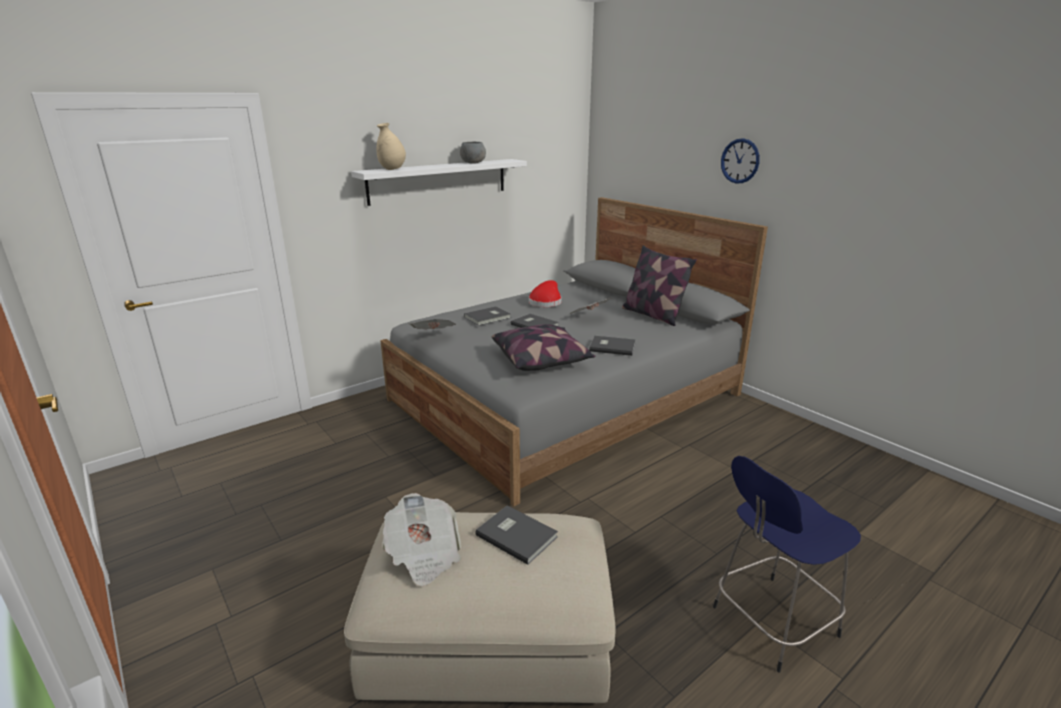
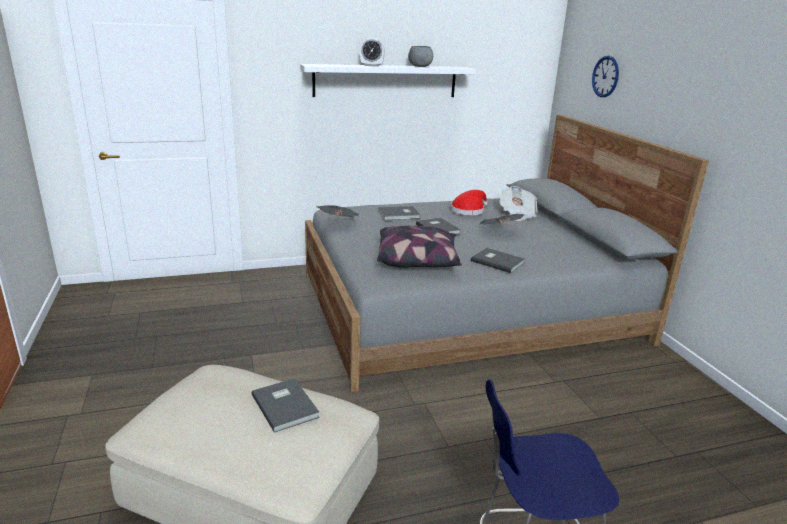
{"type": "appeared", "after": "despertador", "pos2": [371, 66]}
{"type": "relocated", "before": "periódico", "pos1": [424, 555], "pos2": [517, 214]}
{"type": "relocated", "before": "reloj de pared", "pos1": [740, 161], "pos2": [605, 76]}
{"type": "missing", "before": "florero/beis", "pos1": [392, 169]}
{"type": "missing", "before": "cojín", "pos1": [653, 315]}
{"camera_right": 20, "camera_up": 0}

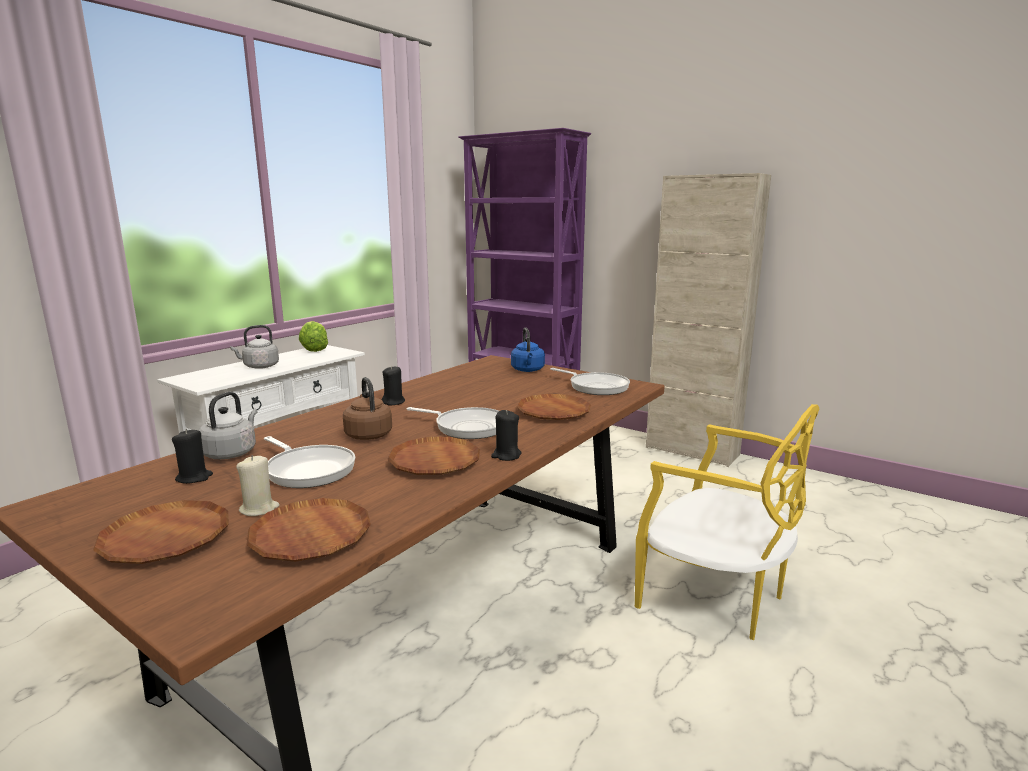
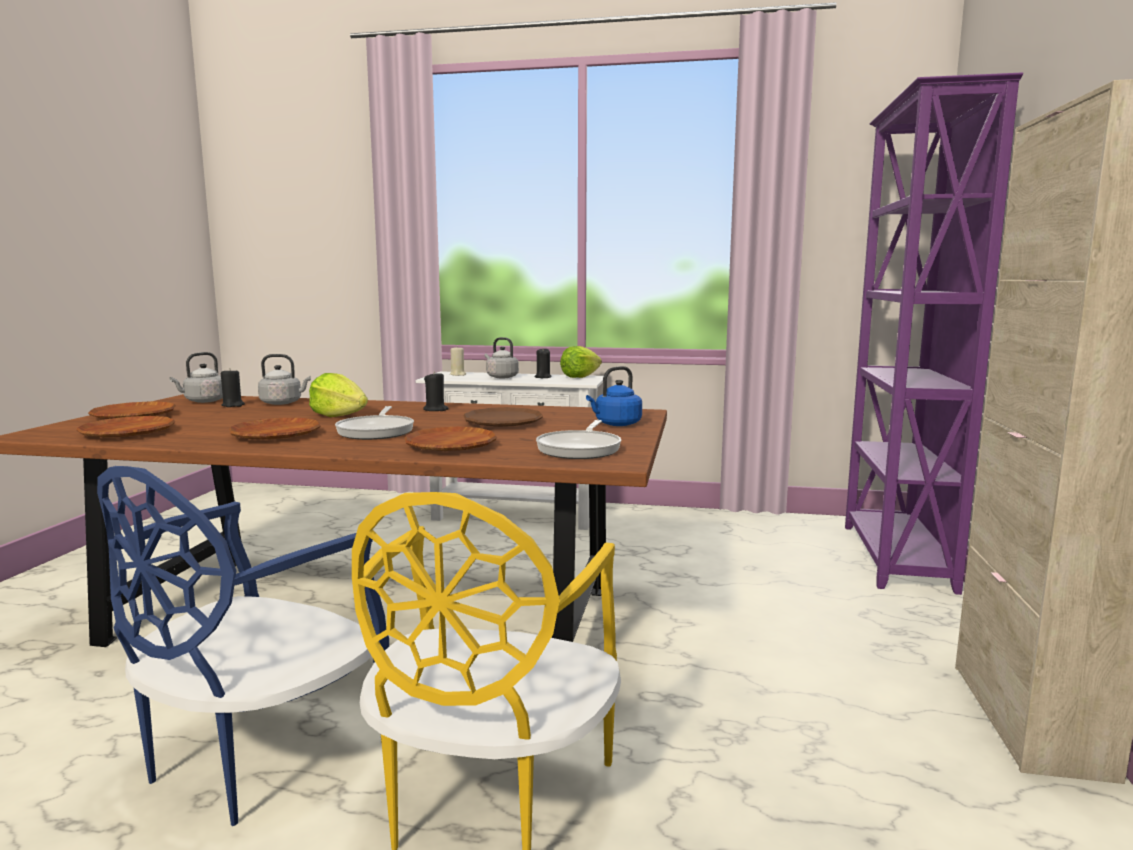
{"type": "appeared", "after": "silla/azul", "pos2": [257, 756]}
{"type": "appeared", "after": "hervidor/gris", "pos2": [203, 401]}
{"type": "exchanged", "before": "hervidor/marrón", "after": "lechuga", "pos1": [368, 434], "pos2": [339, 416]}
{"type": "relocated", "before": "vela/beis", "pos1": [259, 509], "pos2": [458, 374]}
{"type": "appeared", "after": "plato/marrón", "pos2": [503, 423]}
{"type": "relocated", "before": "vela/negro", "pos1": [506, 455], "pos2": [542, 377]}
{"type": "missing", "before": "sartén", "pos1": [308, 470]}
{"camera_right": 65, "camera_up": -5}

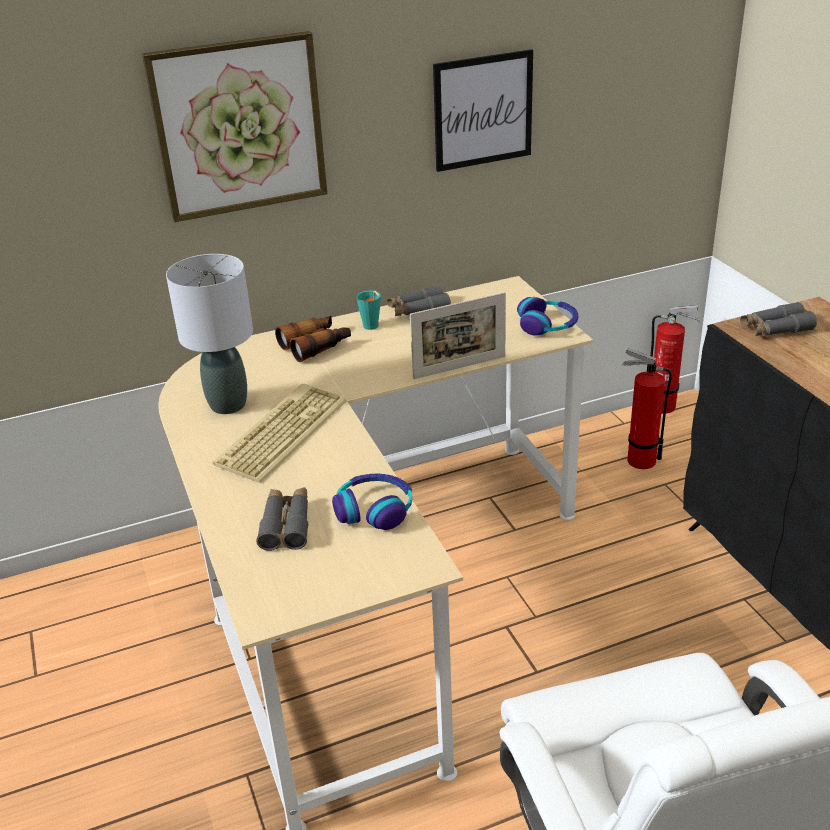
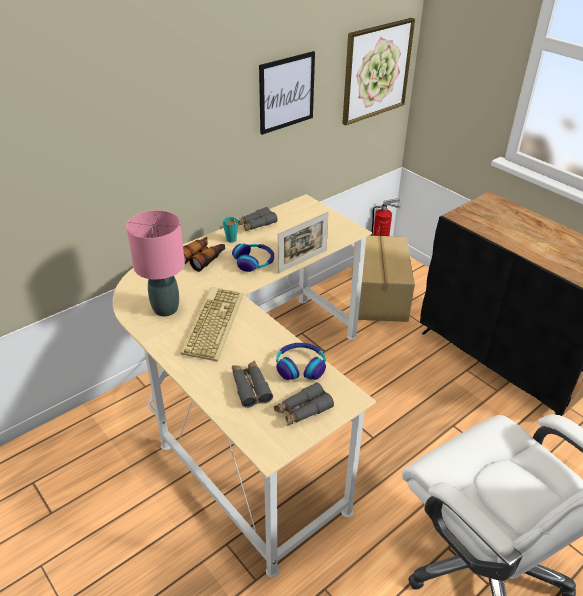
{"type": "colour", "before": "lámpara de mesa/gris", "after": "lámpara de mesa/rosa", "pos1": [228, 405], "pos2": [166, 309]}
{"type": "relocated", "before": "auriculares", "pos1": [547, 325], "pos2": [254, 262]}
{"type": "relocated", "before": "prismáticos/gris", "pos1": [775, 329], "pos2": [303, 410]}
{"type": "relocated", "before": "cuadro", "pos1": [239, 126], "pos2": [376, 71]}
{"type": "exchanged", "before": "extintor", "after": "caja de cartón", "pos1": [637, 460], "pos2": [377, 295]}
{"camera_right": -20, "camera_up": 5}

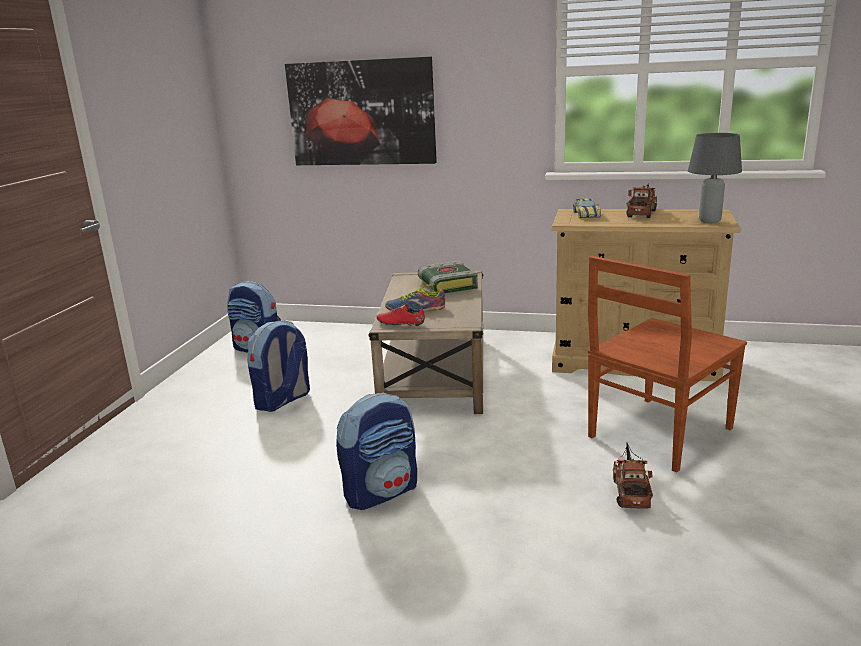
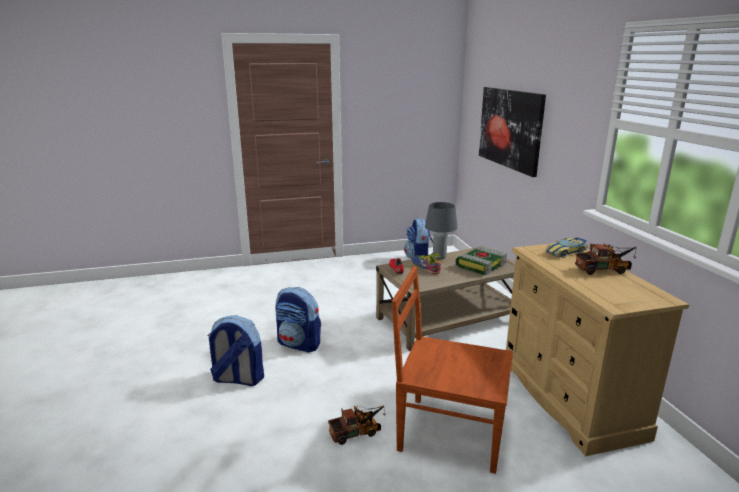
{"type": "relocated", "before": "mochila", "pos1": [283, 400], "pos2": [237, 379]}
{"type": "relocated", "before": "lámpara de mesa/gris", "pos1": [709, 221], "pos2": [439, 257]}
{"camera_right": 60, "camera_up": 0}

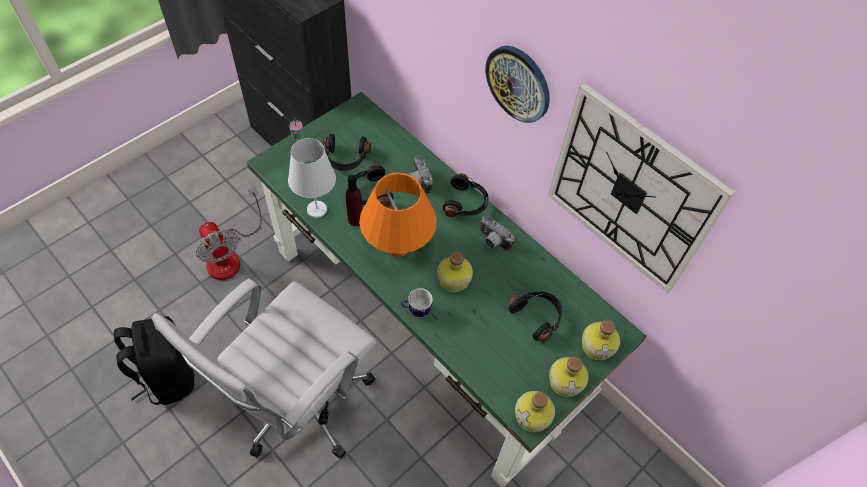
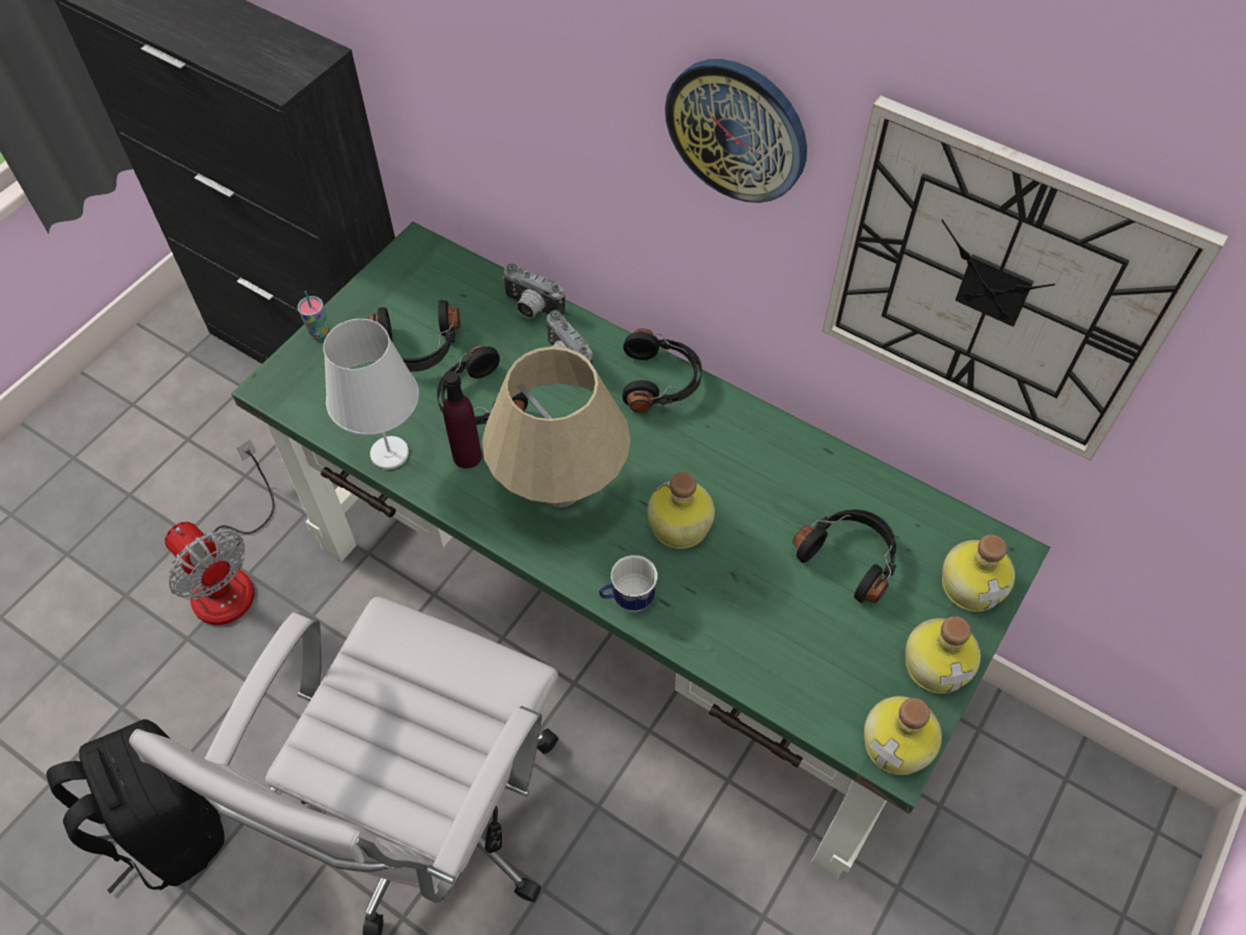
{"type": "colour", "before": "lámpara de mesa/naranja", "after": "lámpara de mesa/beis", "pos1": [398, 247], "pos2": [560, 490]}
{"type": "relocated", "before": "cámara", "pos1": [492, 241], "pos2": [531, 309]}
{"camera_right": -10, "camera_up": 0}

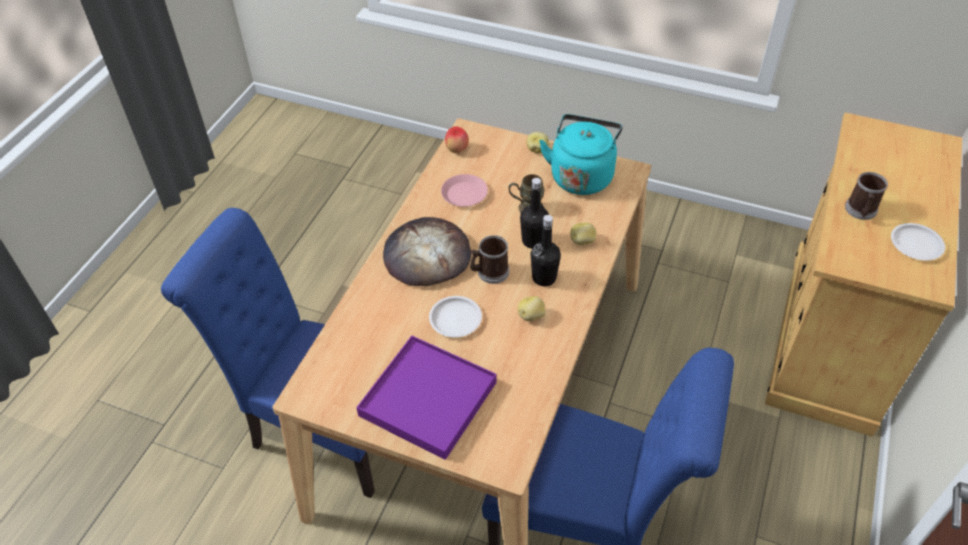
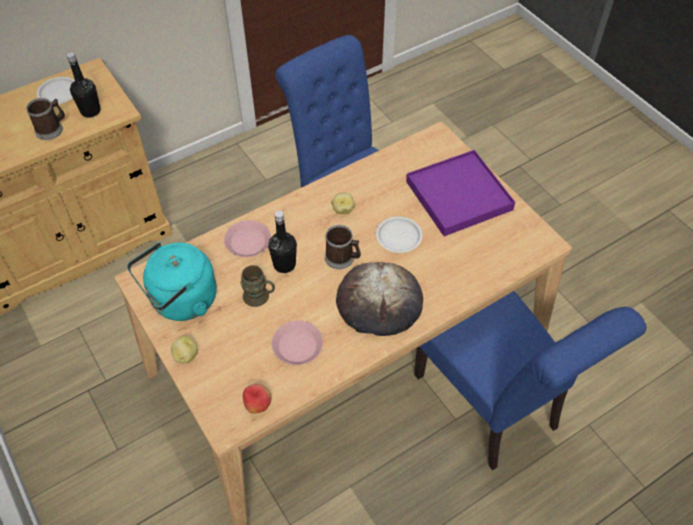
{"type": "relocated", "before": "botella/negro", "pos1": [544, 278], "pos2": [90, 111]}
{"type": "exchanged", "before": "patata", "after": "plato/rosa", "pos1": [583, 241], "pos2": [248, 242]}
{"camera_right": -145, "camera_up": 5}

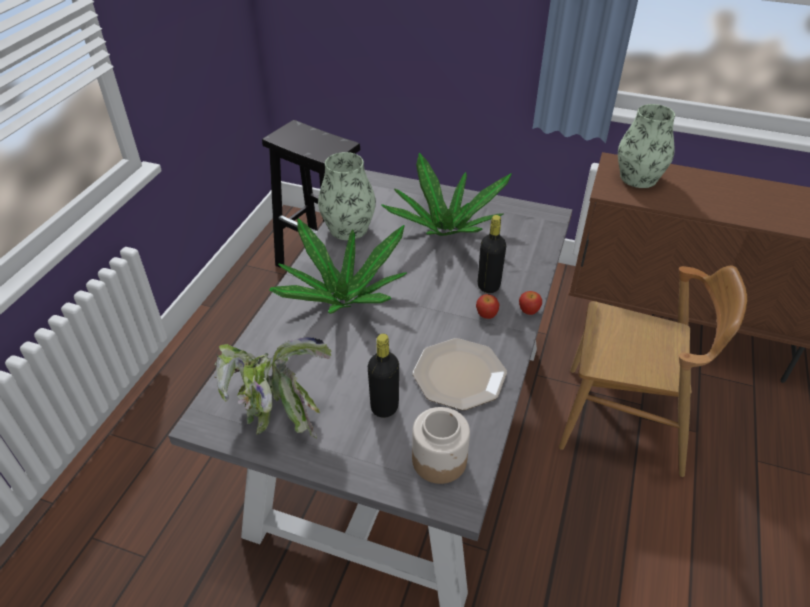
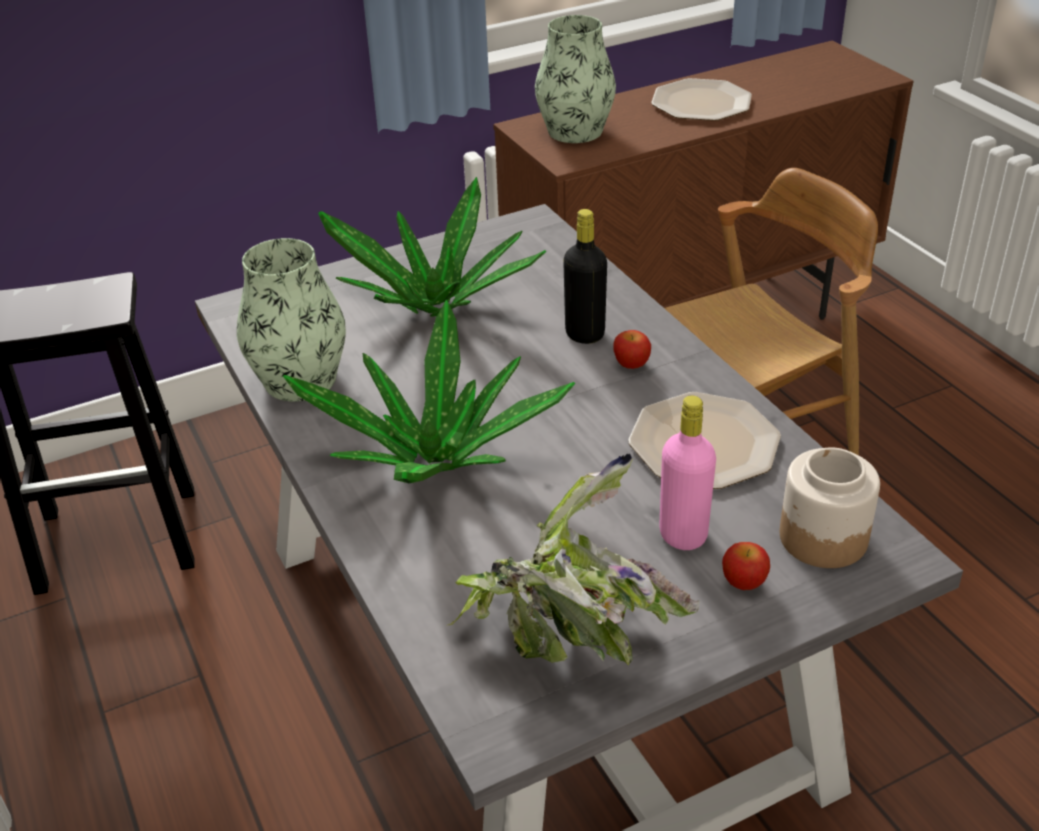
{"type": "appeared", "after": "plato", "pos2": [702, 102]}
{"type": "colour", "before": "botella/negro", "after": "botella/rosa", "pos1": [384, 407], "pos2": [683, 535]}
{"type": "relocated", "before": "manzana", "pos1": [529, 311], "pos2": [744, 582]}
{"camera_right": -45, "camera_up": -5}

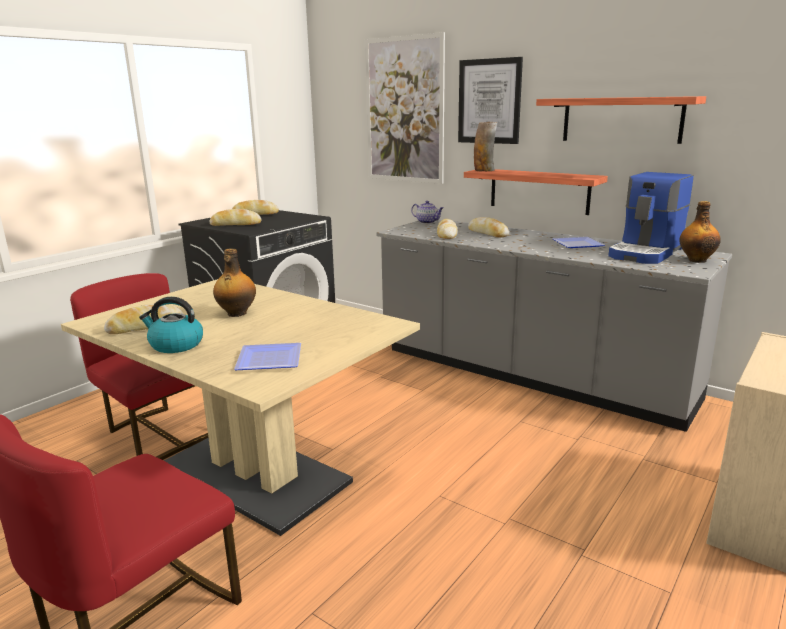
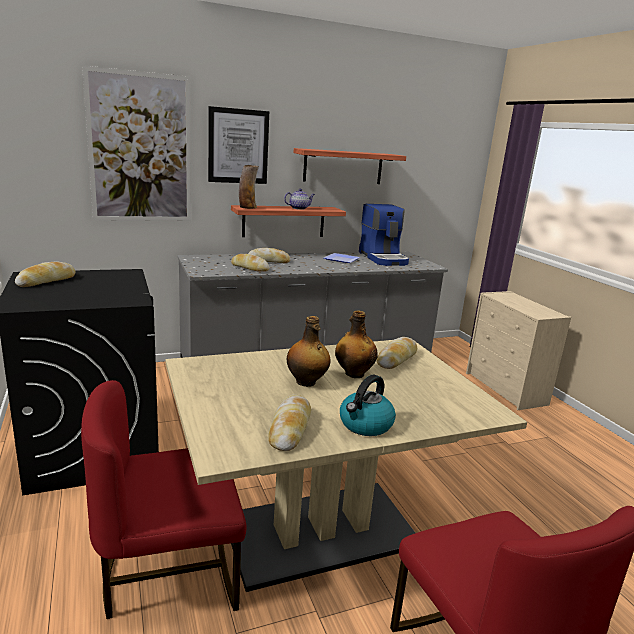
{"type": "relocated", "before": "tetera", "pos1": [427, 222], "pos2": [299, 208]}
{"type": "relocated", "before": "botella", "pos1": [696, 260], "pos2": [353, 374]}
{"type": "relocated", "before": "pan", "pos1": [235, 224], "pos2": [396, 358]}
{"type": "missing", "before": "plato", "pos1": [271, 360]}
{"camera_right": -60, "camera_up": 0}

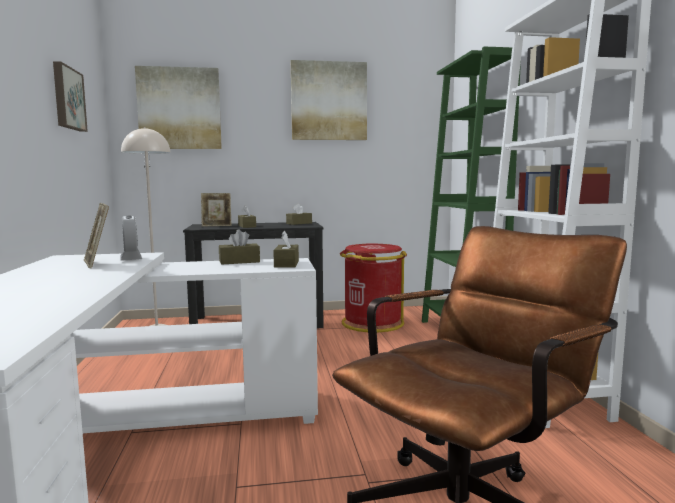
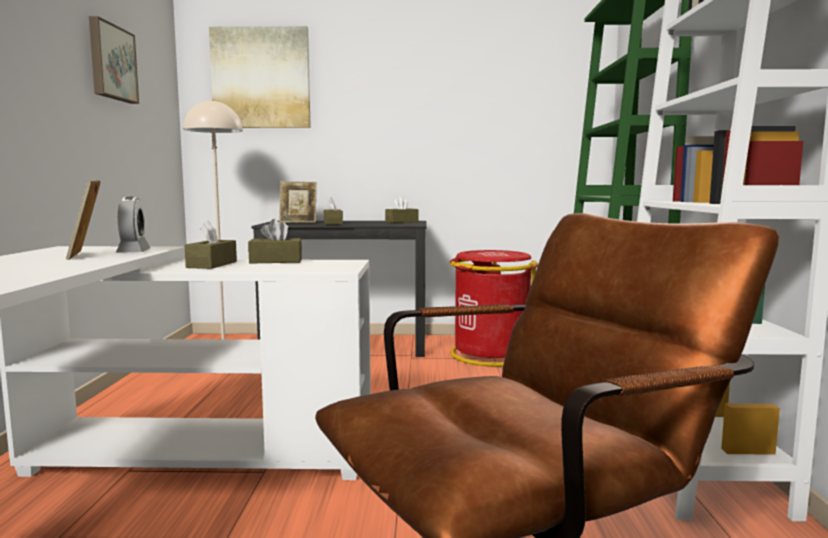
{"type": "relocated", "before": "caja de pañuelos/marrón", "pos1": [286, 264], "pos2": [212, 264]}
{"type": "missing", "before": "cuadro", "pos1": [329, 101]}
{"camera_right": 10, "camera_up": 0}

